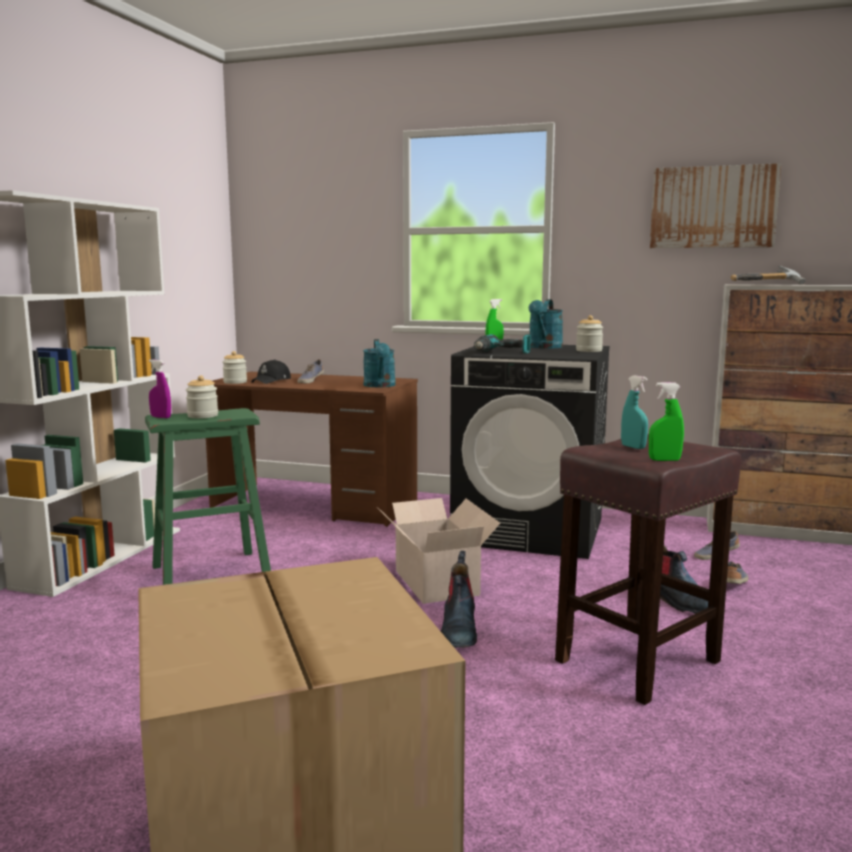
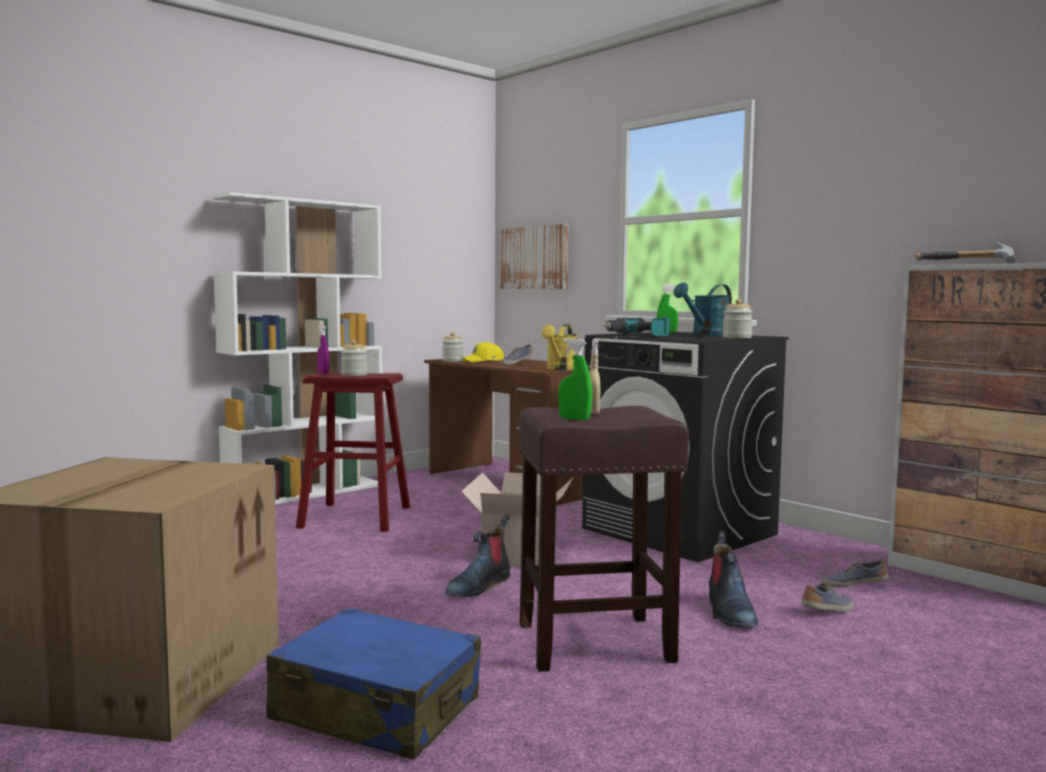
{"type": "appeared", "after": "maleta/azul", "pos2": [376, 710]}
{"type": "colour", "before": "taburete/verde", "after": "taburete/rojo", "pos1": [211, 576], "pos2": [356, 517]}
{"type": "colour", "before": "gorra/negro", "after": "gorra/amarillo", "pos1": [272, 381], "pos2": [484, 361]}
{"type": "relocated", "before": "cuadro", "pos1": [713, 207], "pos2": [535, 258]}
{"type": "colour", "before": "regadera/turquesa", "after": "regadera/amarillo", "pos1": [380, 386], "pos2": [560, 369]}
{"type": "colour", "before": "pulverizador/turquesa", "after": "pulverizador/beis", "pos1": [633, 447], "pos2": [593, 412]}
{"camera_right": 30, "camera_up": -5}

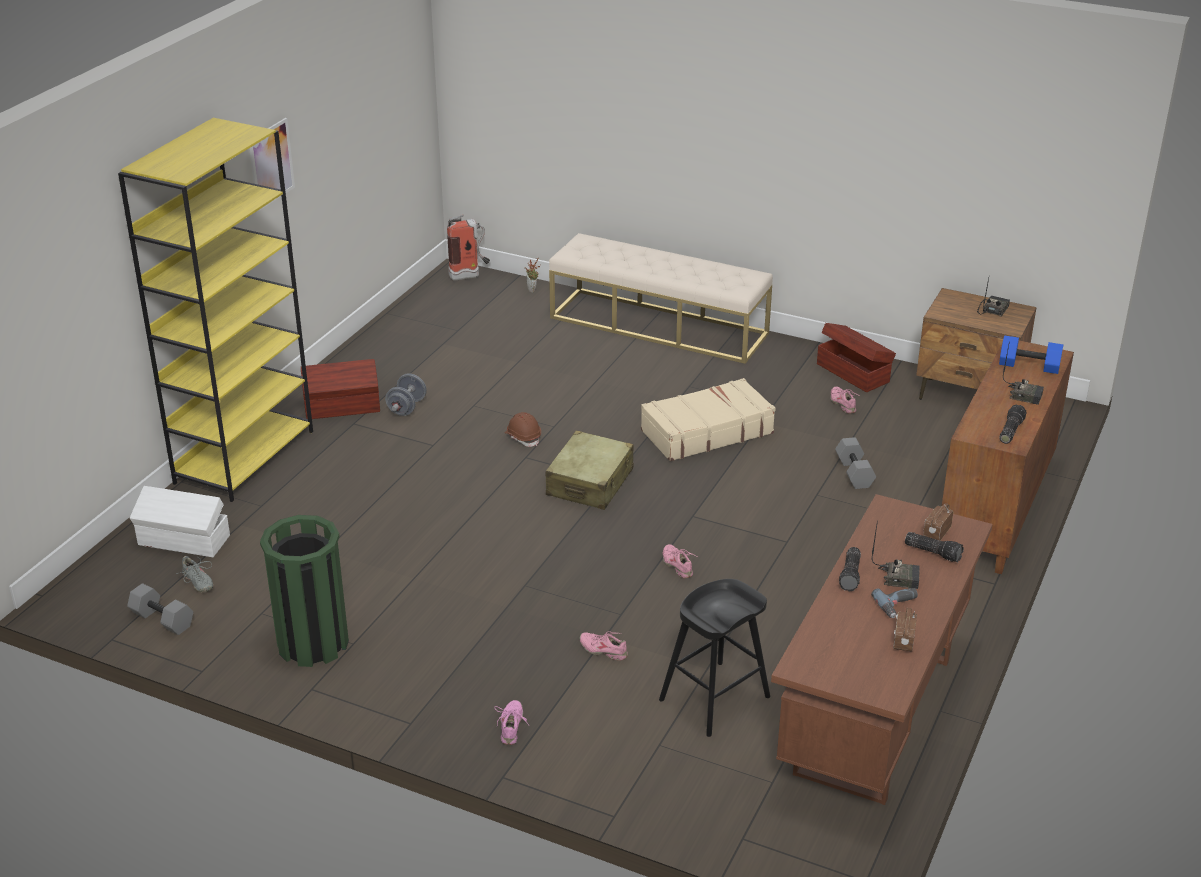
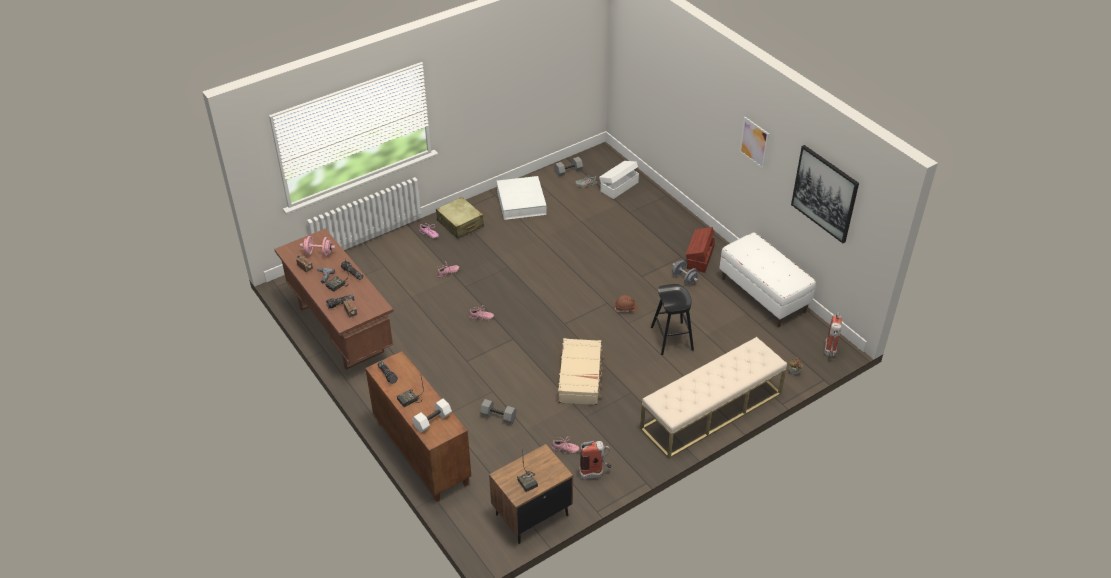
{"type": "appeared", "after": "mancuerna/rosa", "pos2": [319, 253]}
{"type": "colour", "before": "mancuerna/azul", "after": "mancuerna/blanco", "pos1": [1028, 366], "pos2": [432, 420]}
{"type": "relocated", "before": "maleta/beis", "pos1": [590, 482], "pos2": [460, 224]}
{"type": "exchanged", "before": "papelera/verde", "after": "caja de almacenaje/blanco", "pos1": [313, 643], "pos2": [521, 202]}
{"type": "exchanged", "before": "caja de almacenaje/marrón", "after": "extintor", "pos1": [853, 372], "pos2": [595, 474]}
{"type": "relocated", "before": "taburete/negro", "pos1": [714, 698], "pos2": [672, 338]}
{"type": "appeared", "after": "banco/blanco", "pos2": [763, 295]}
{"type": "appeared", "after": "cuadro", "pos2": [825, 193]}
{"type": "missing", "before": "estantería/amarillo", "pos1": [244, 456]}
{"camera_right": 120, "camera_up": 10}

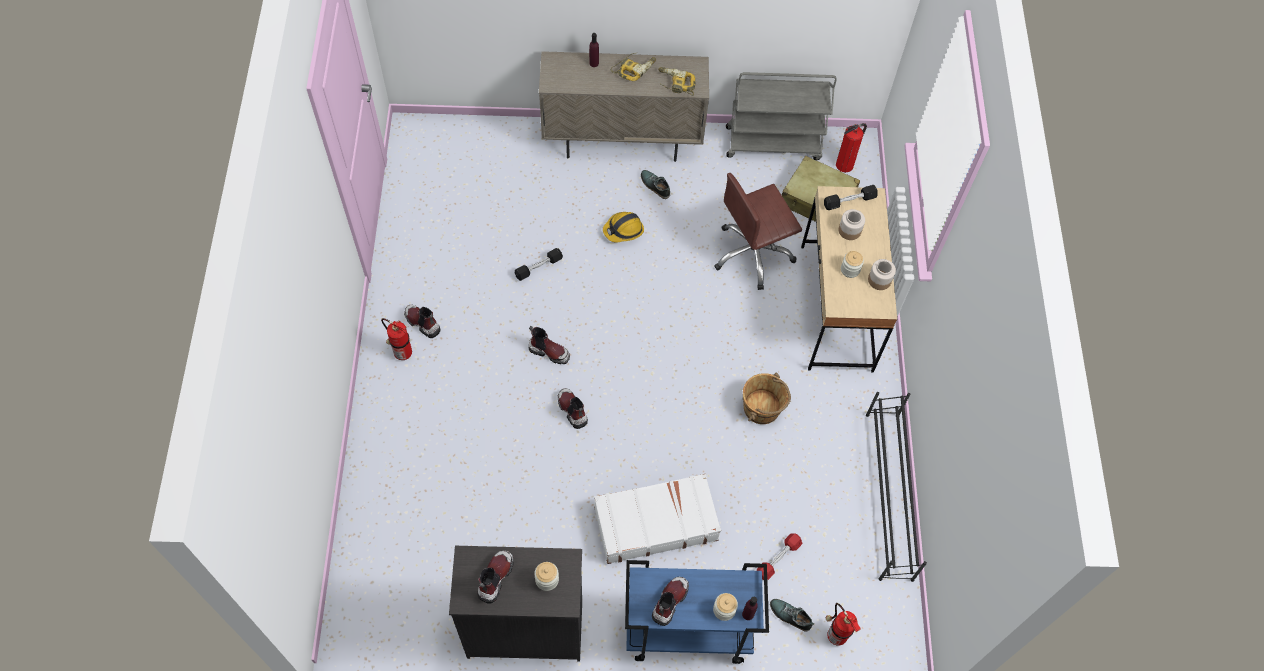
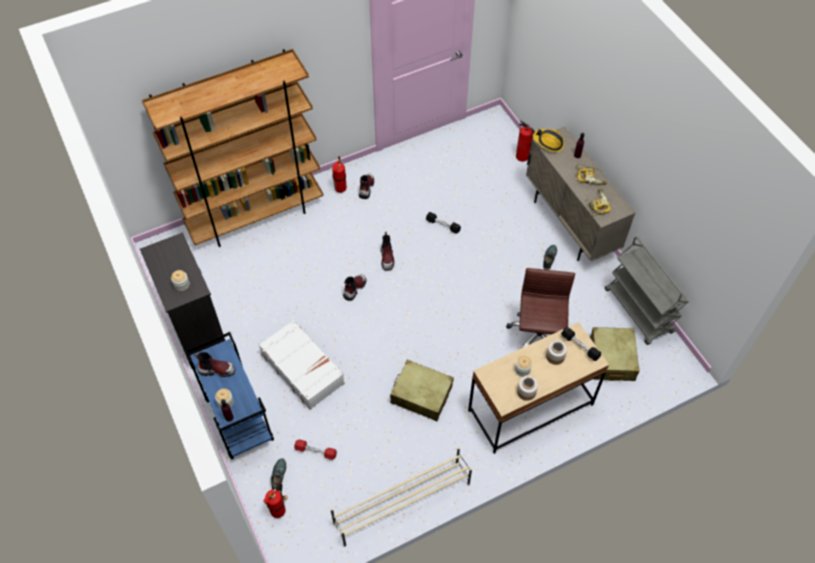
{"type": "appeared", "after": "estantería/marrón", "pos2": [256, 216]}
{"type": "colour", "before": "zapatero/negro", "after": "zapatero/beis", "pos1": [888, 495], "pos2": [401, 503]}
{"type": "exchanged", "before": "cubo/marrón", "after": "maleta/beis", "pos1": [762, 408], "pos2": [421, 394]}
{"type": "spun", "before": "silla de oficina/marrón", "pos1": [753, 254], "pos2": [537, 338], "turn": 60}
{"type": "relocated", "before": "extintor", "pos1": [845, 165], "pos2": [522, 156]}
{"type": "relocated", "before": "casco", "pos1": [623, 230], "pos2": [548, 142]}
{"type": "missing", "before": "bota", "pos1": [495, 577]}
{"camera_right": 65, "camera_up": -5}

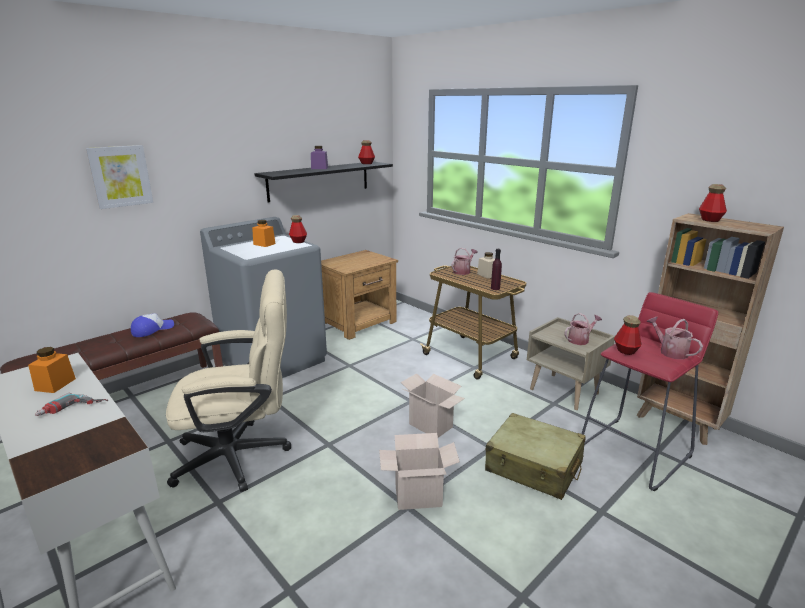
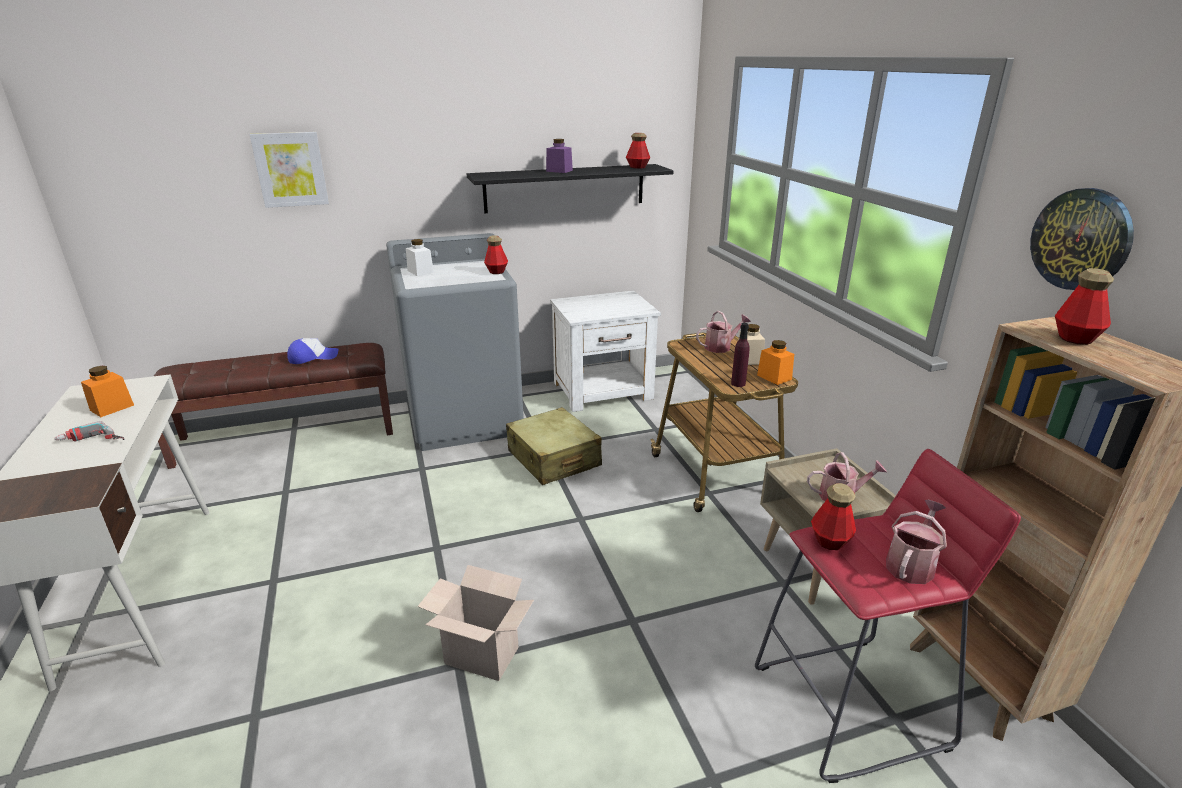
{"type": "appeared", "after": "tarro/blanco", "pos2": [420, 272]}
{"type": "relocated", "before": "maleta/beis", "pos1": [534, 467], "pos2": [553, 459]}
{"type": "colour", "before": "mesita de noche/marrón", "after": "mesita de noche/blanco", "pos1": [359, 323], "pos2": [604, 391]}
{"type": "relocated", "before": "tarro/naranja", "pos1": [264, 244], "pos2": [774, 377]}
{"type": "spun", "before": "regadera", "pos1": [670, 351], "pos2": [911, 564], "turn": 45}
{"type": "appeared", "after": "reloj de pared", "pos2": [1081, 239]}
{"type": "missing", "before": "silla de oficina/beis", "pos1": [242, 455]}
{"type": "missing", "before": "caja de cartón", "pos1": [432, 425]}
{"camera_right": 25, "camera_up": 5}

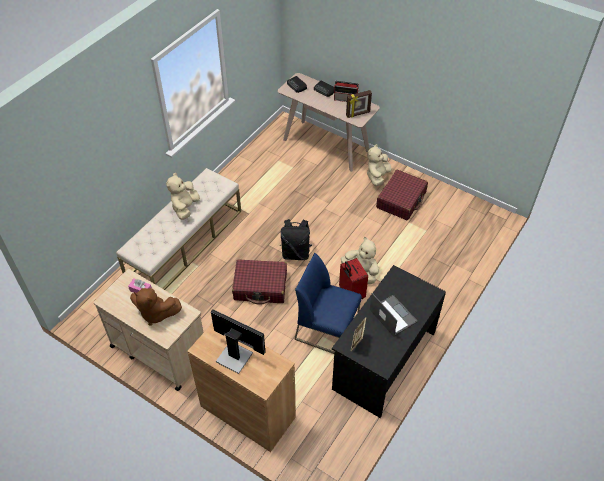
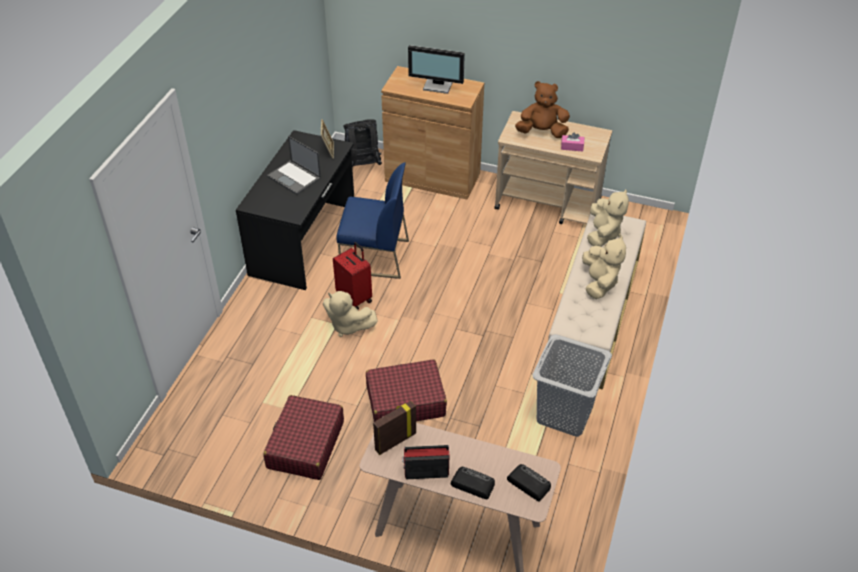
{"type": "relocated", "before": "mochila/negro", "pos1": [296, 253], "pos2": [362, 165]}
{"type": "relocated", "before": "maleta/rojo", "pos1": [260, 286], "pos2": [405, 401]}
{"type": "appeared", "after": "cesto de la ropa/gris", "pos2": [564, 414]}
{"type": "relocated", "before": "peluche/beis", "pos1": [377, 176], "pos2": [603, 234]}
{"camera_right": 165, "camera_up": -5}

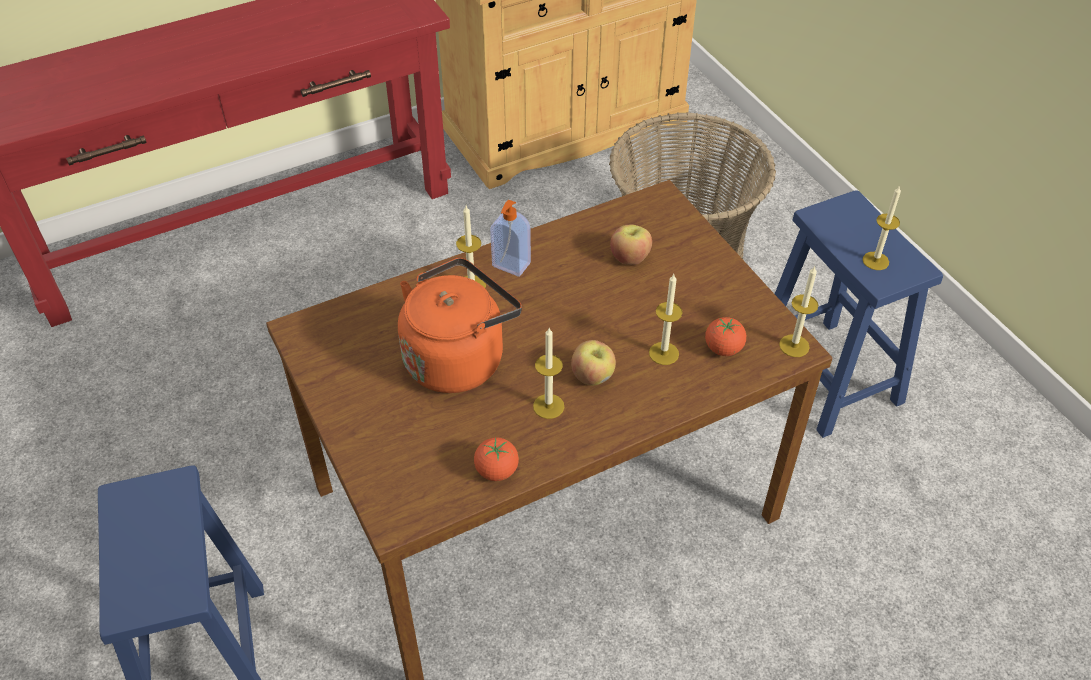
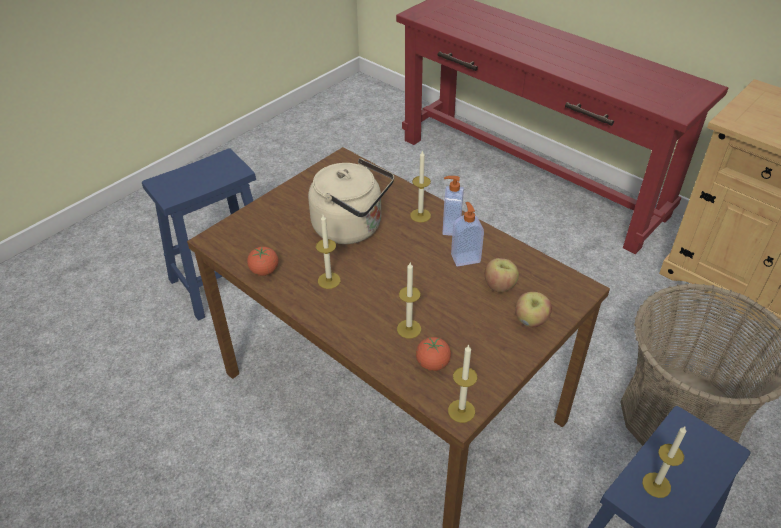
{"type": "colour", "before": "hervidor/naranja", "after": "hervidor/beis", "pos1": [458, 358], "pos2": [352, 228]}
{"type": "appeared", "after": "dispensador de jabón", "pos2": [465, 258]}
{"type": "relocated", "before": "manzana", "pos1": [592, 376], "pos2": [531, 321]}
{"camera_right": 70, "camera_up": -5}

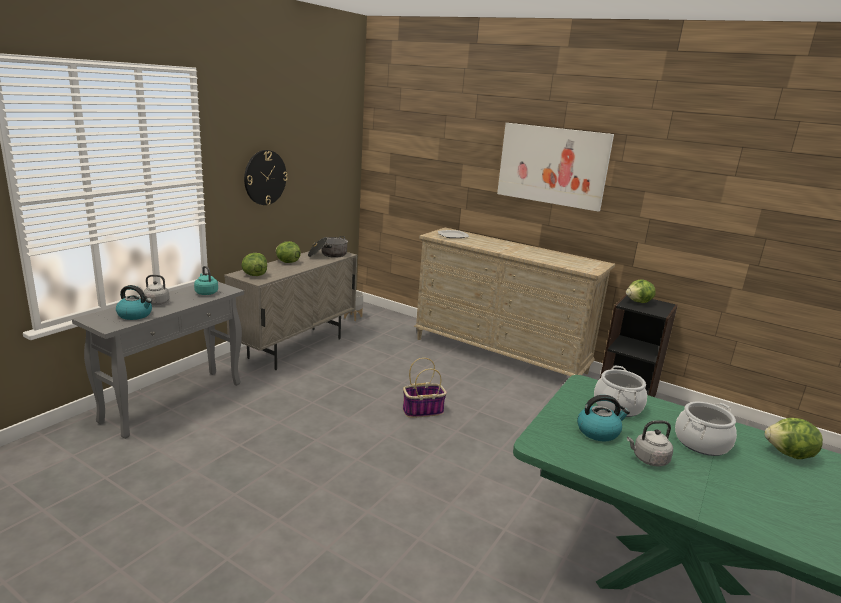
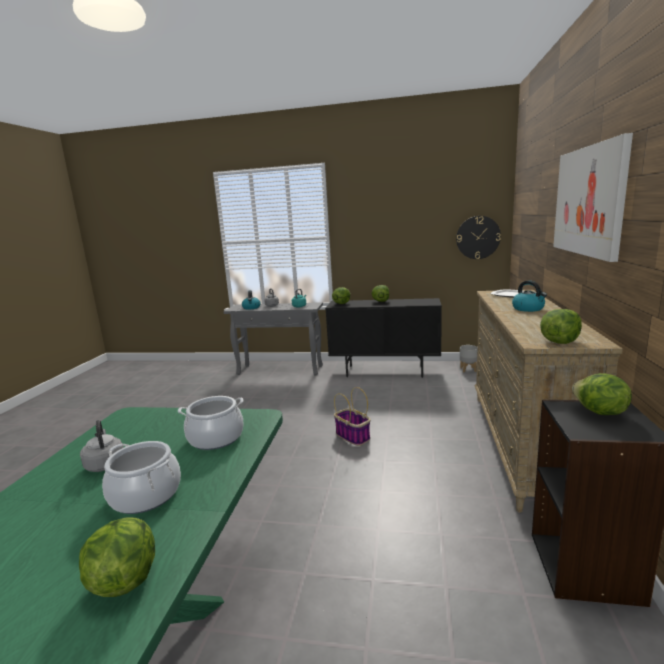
{"type": "colour", "before": "armario/beis", "after": "armario/negro", "pos1": [296, 348], "pos2": [385, 371]}
{"type": "relocated", "before": "reloj de pared", "pos1": [265, 177], "pos2": [478, 237]}
{"type": "relocated", "before": "hervidor", "pos1": [598, 431], "pos2": [528, 309]}
{"type": "appeared", "after": "lechuga", "pos2": [559, 342]}
{"type": "missing", "before": "olla", "pos1": [328, 255]}
{"camera_right": 70, "camera_up": -5}

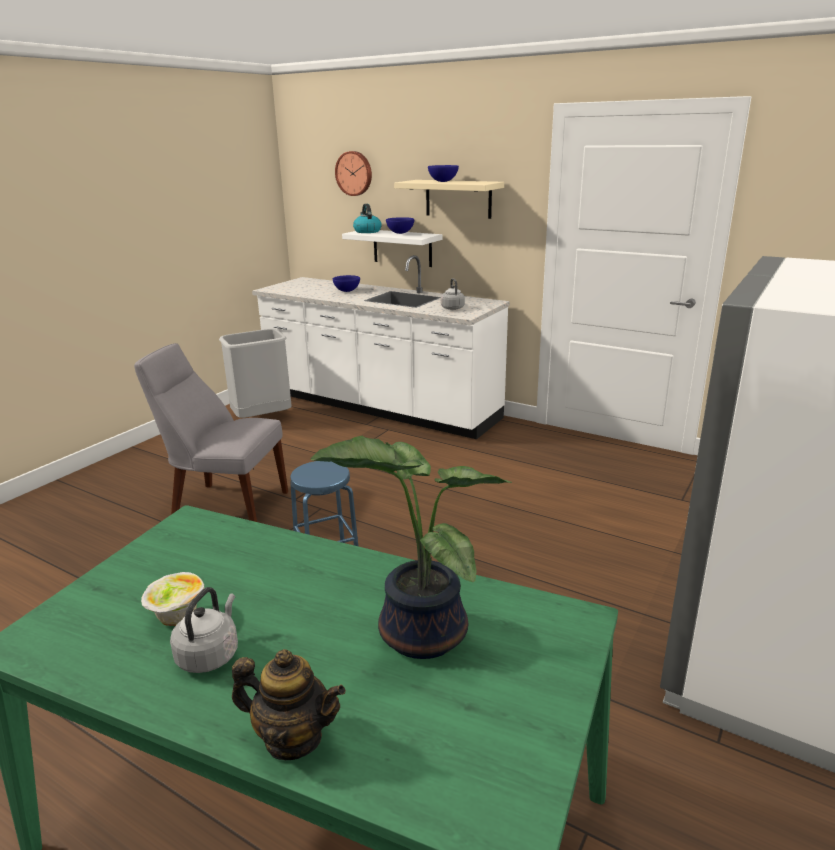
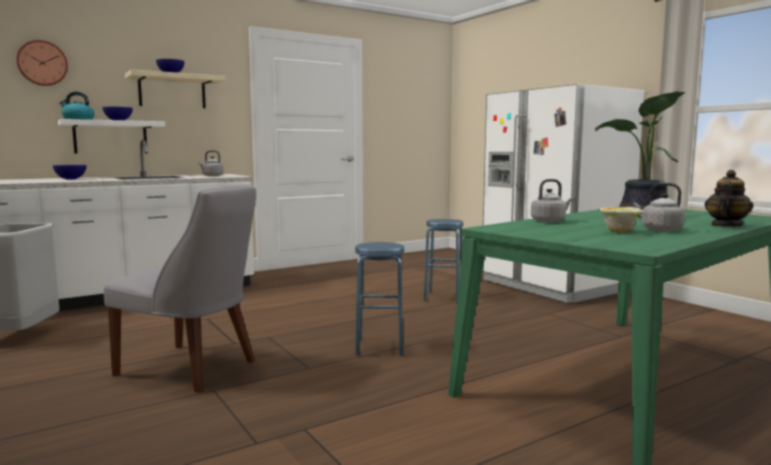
{"type": "spun", "before": "silla/gris", "pos1": [225, 505], "pos2": [192, 369], "turn": -105}
{"type": "appeared", "after": "taburete/azul", "pos2": [443, 298]}
{"type": "appeared", "after": "hervidor/gris", "pos2": [549, 221]}
{"camera_right": -65, "camera_up": -15}

